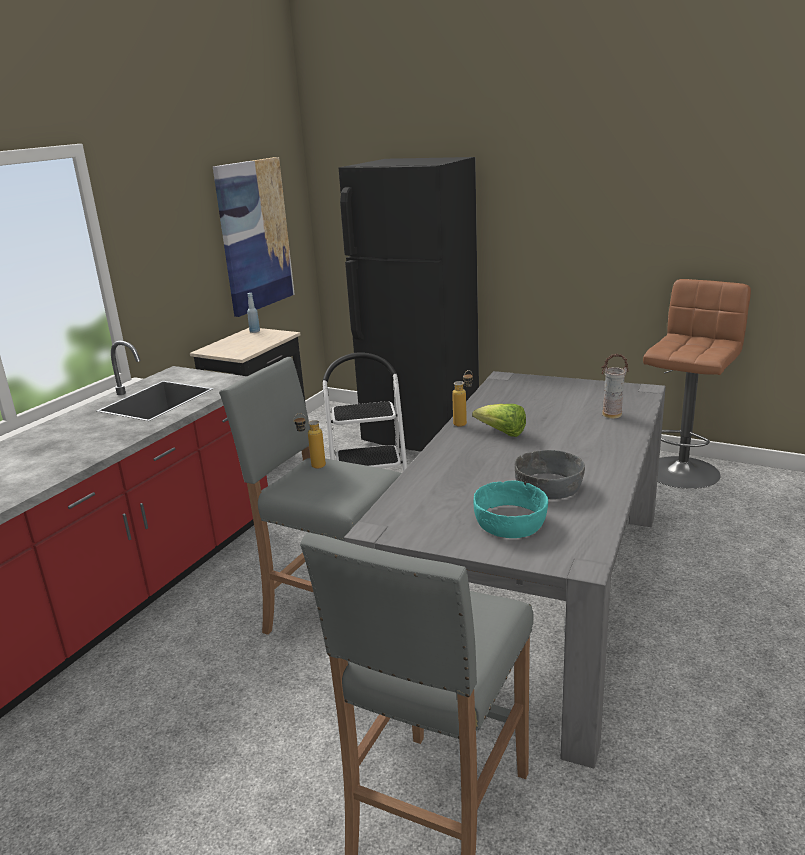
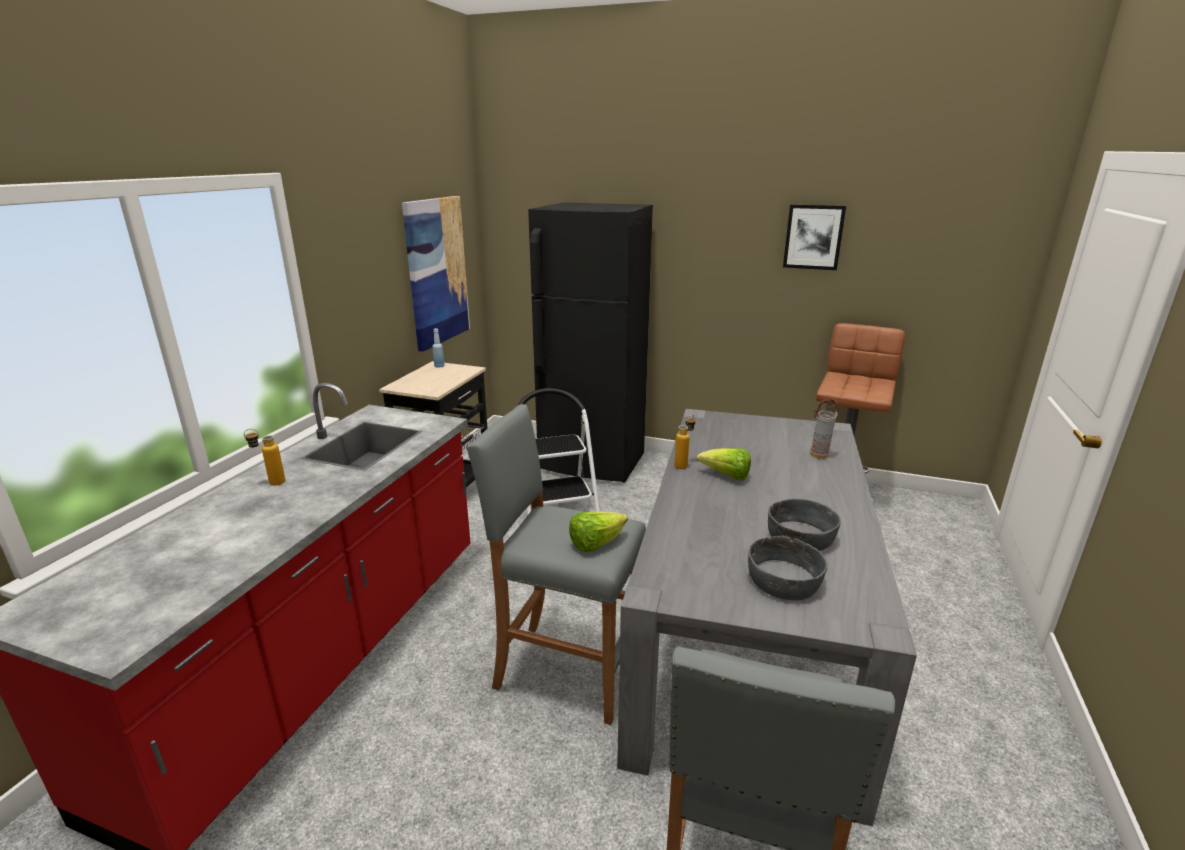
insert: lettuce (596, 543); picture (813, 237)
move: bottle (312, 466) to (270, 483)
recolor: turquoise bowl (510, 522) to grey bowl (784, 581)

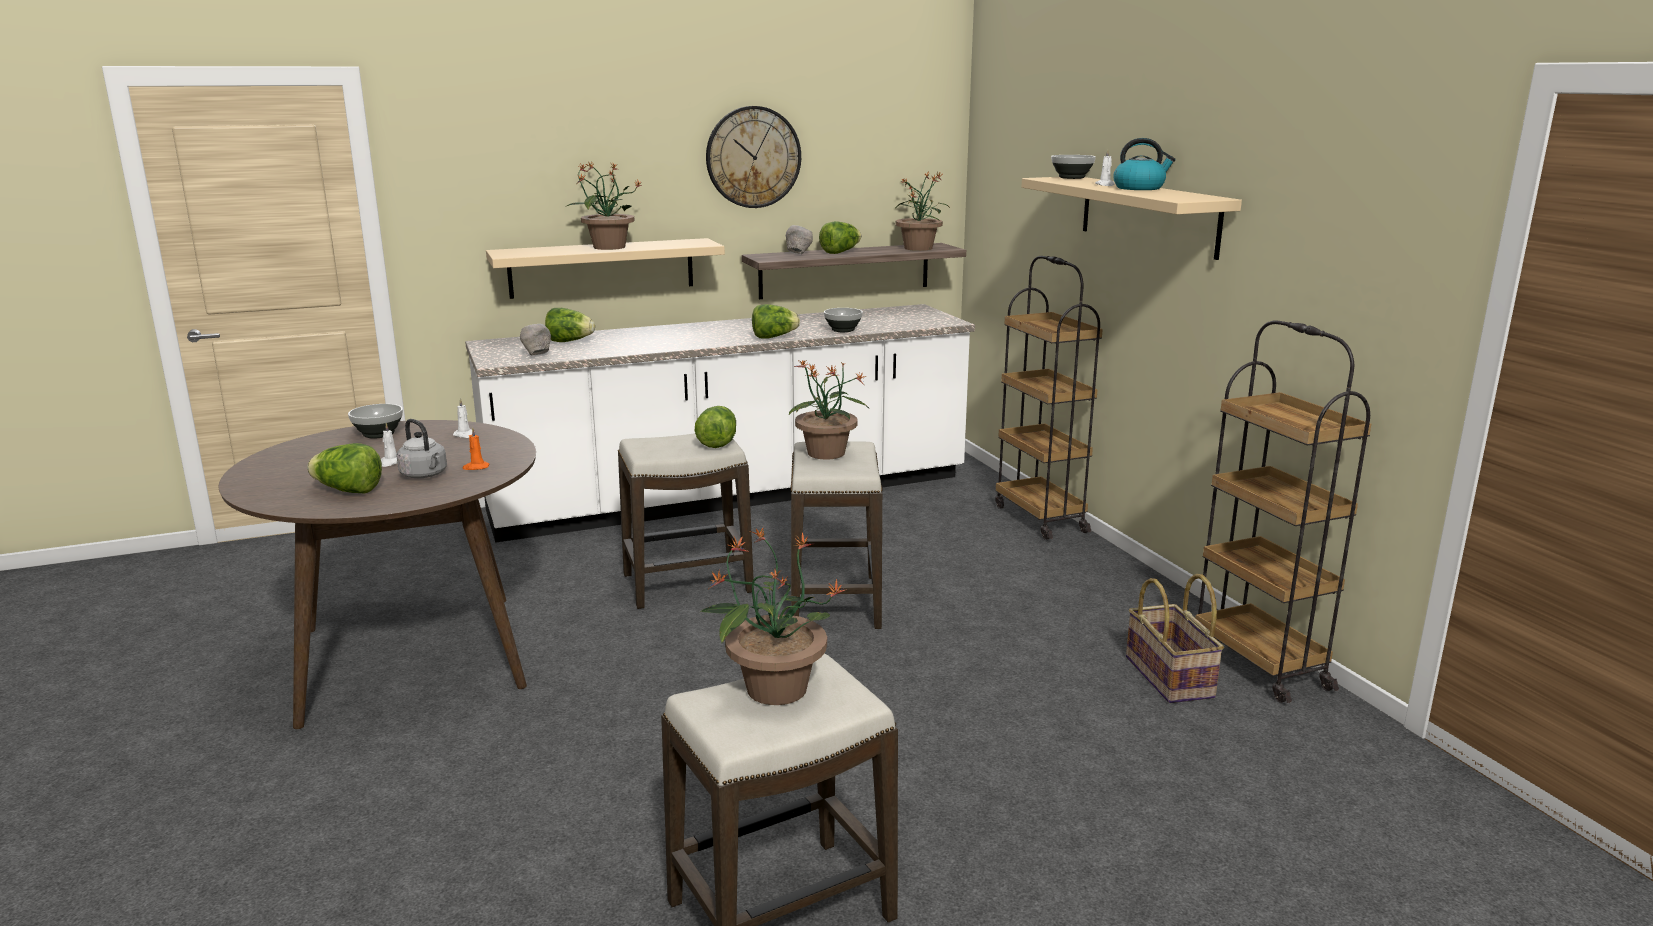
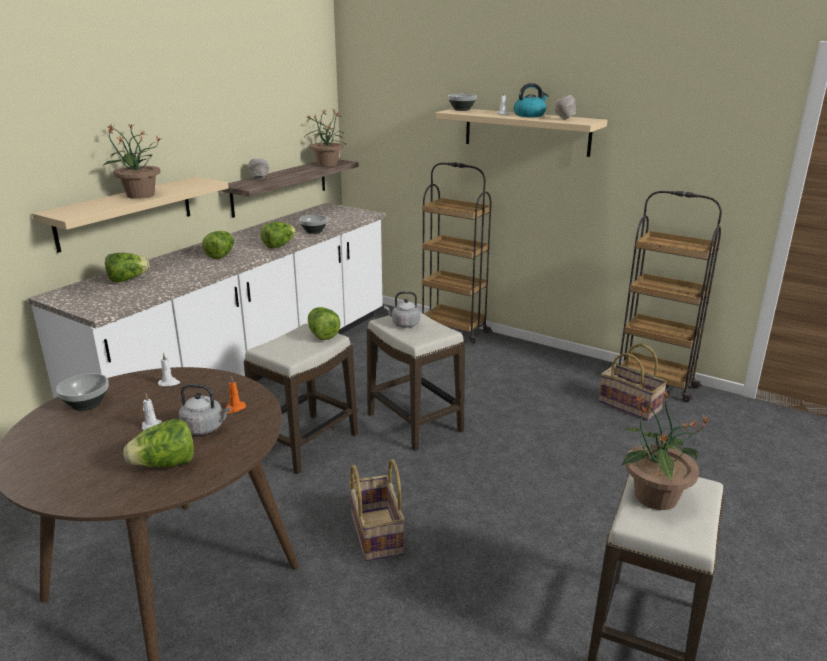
delete: wall clock (753, 157)
insert: basket (375, 534)
move: grey bowl (537, 355) to (564, 119); lettuce (840, 252) to (221, 255)
replace: potted plant (826, 453) to grey kettle (404, 324)

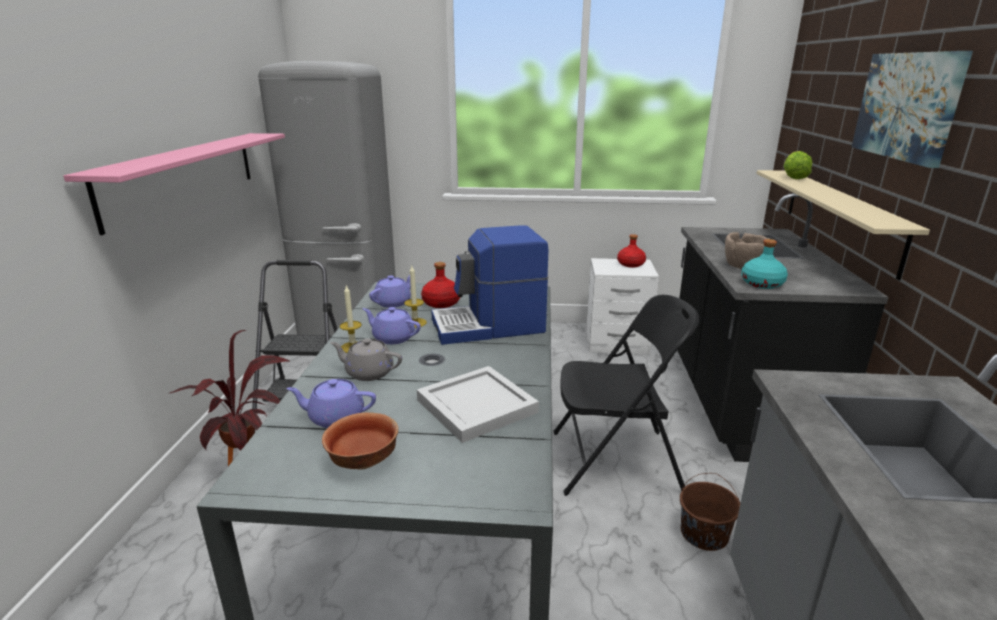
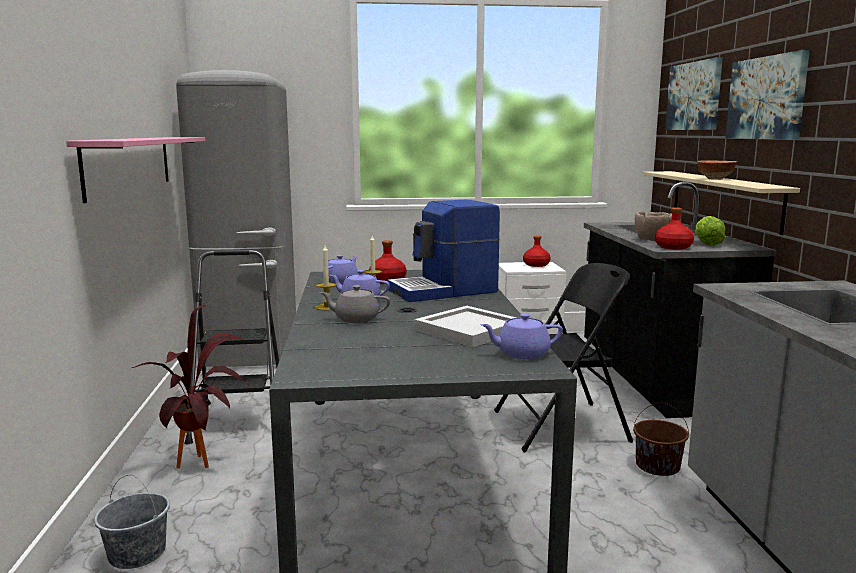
insert: grey bucket (137, 553); picture (694, 96)
move: purple teapot (335, 418) to (521, 354); bowl (364, 462) to (715, 179); lettuce (793, 177) to (707, 244)
recolor: turquoise bottle (762, 284) to red bottle (673, 247)

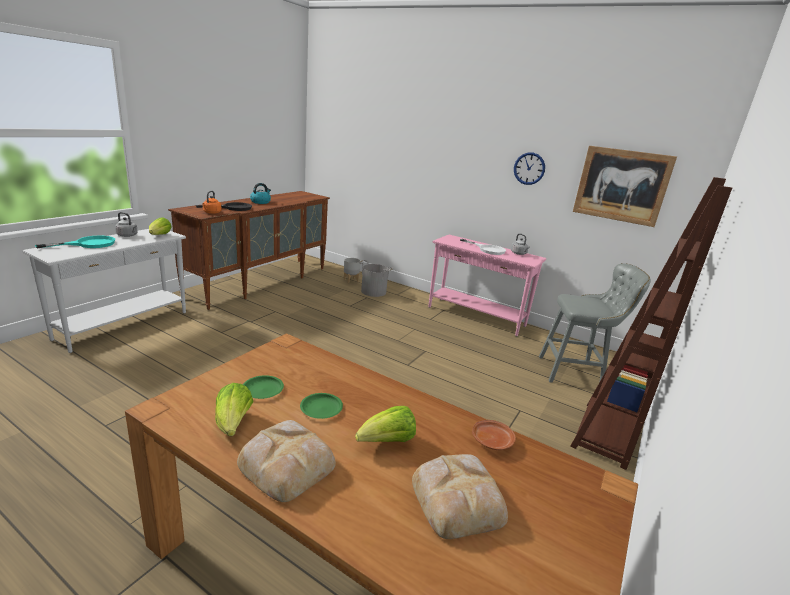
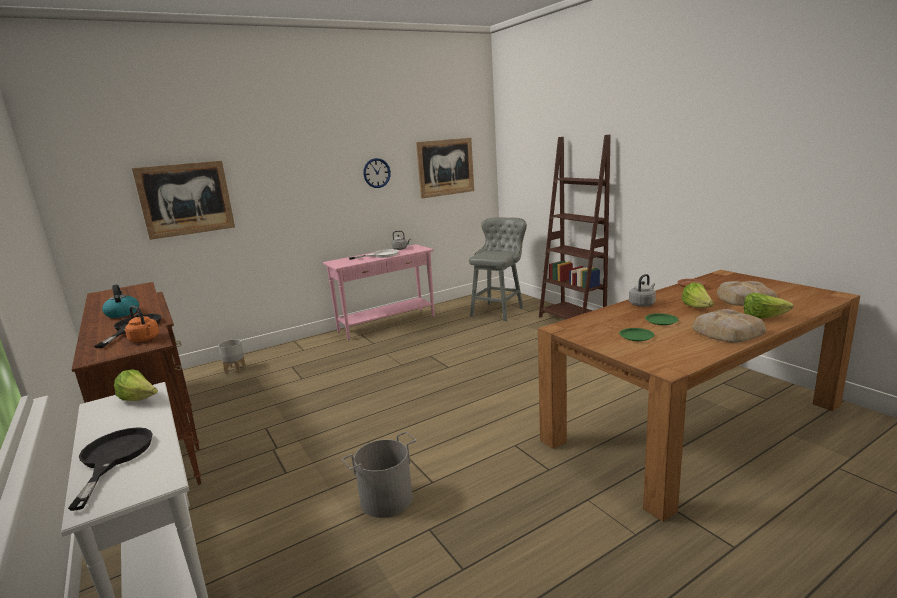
insert: picture (186, 199)
move: grey kettle (128, 235) to (642, 304); lettuce (233, 424) to (763, 318); grey bucket (373, 291) to (386, 498)
recolor: turquoise frying pan (88, 244) to black frying pan (113, 458)

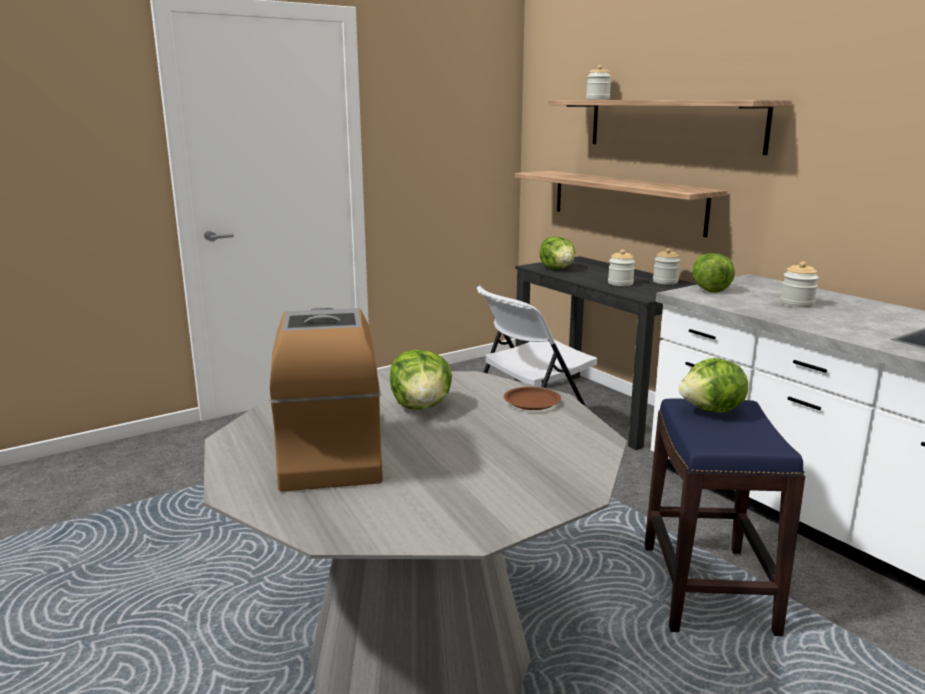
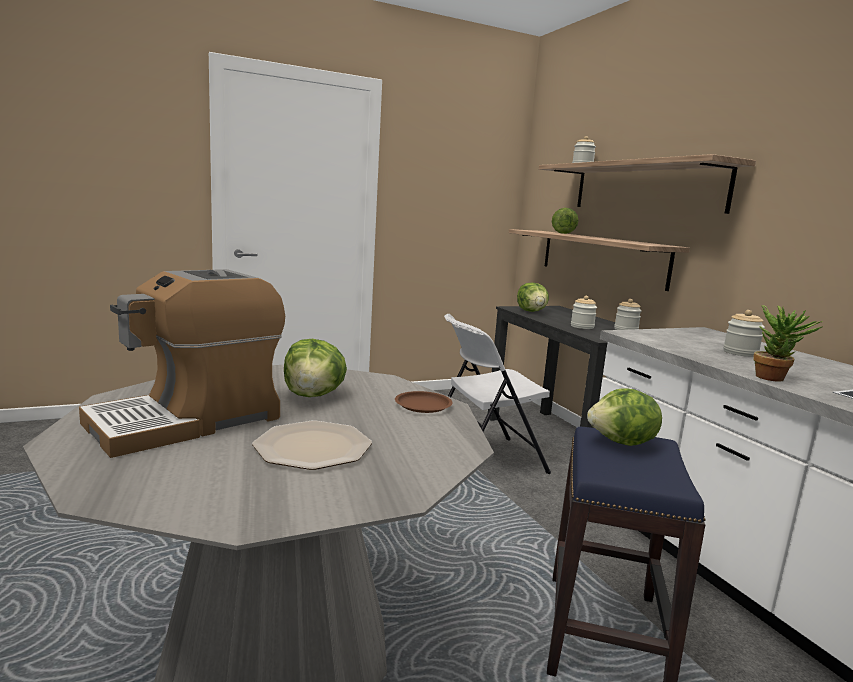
insert: plate (312, 446); potted plant (775, 378)
move: lettuce (708, 289) to (562, 233)
rotate: coffee machine (330, 452) = (189, 420) 135 degrees counterclockwise

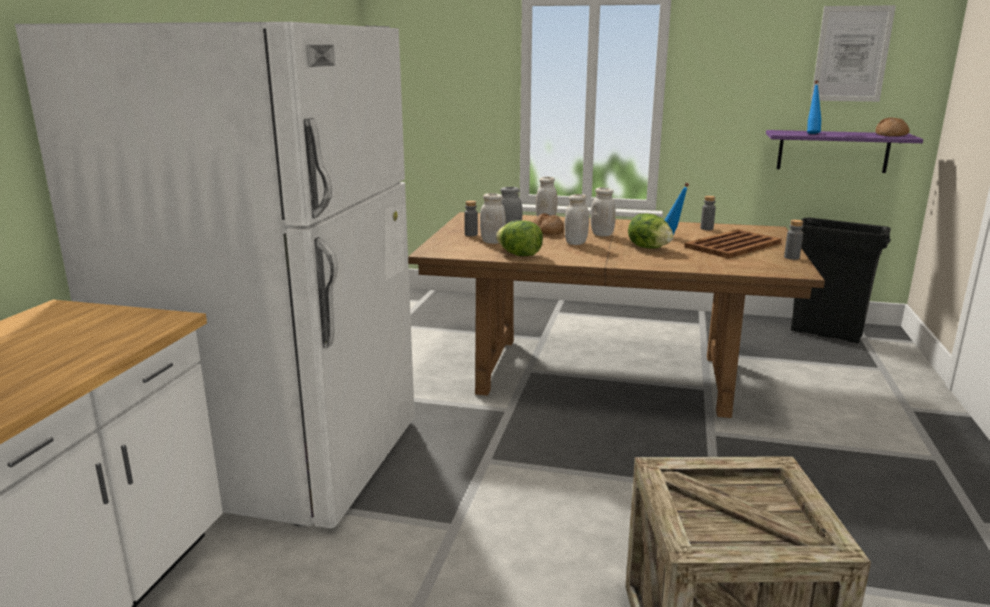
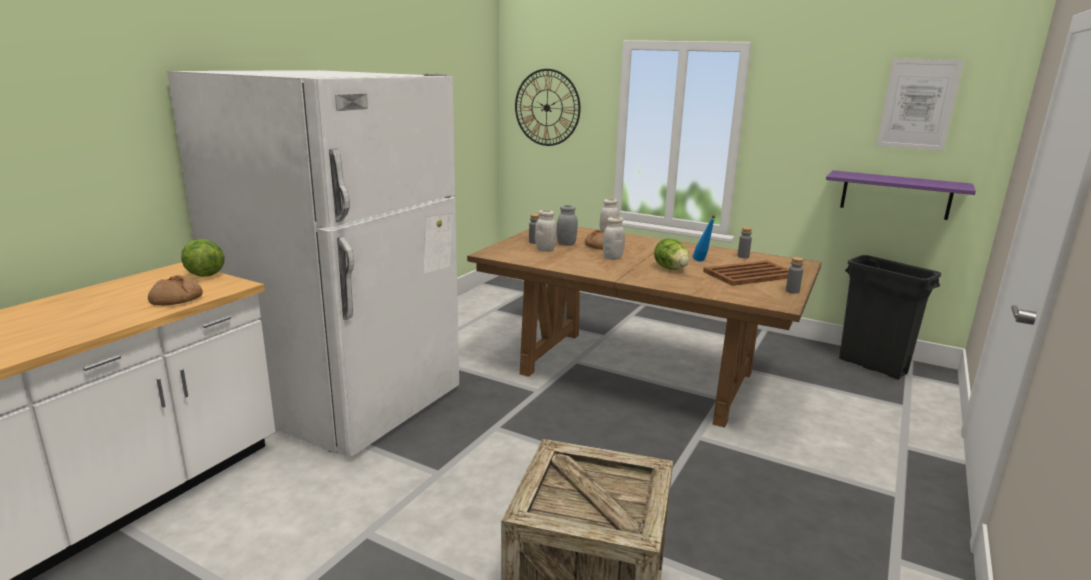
delete: white jar (602, 234); blue bottle (811, 133)
insert: wall clock (547, 107)
move: lettuce (519, 255) to (204, 274); bread (891, 135) to (176, 300)

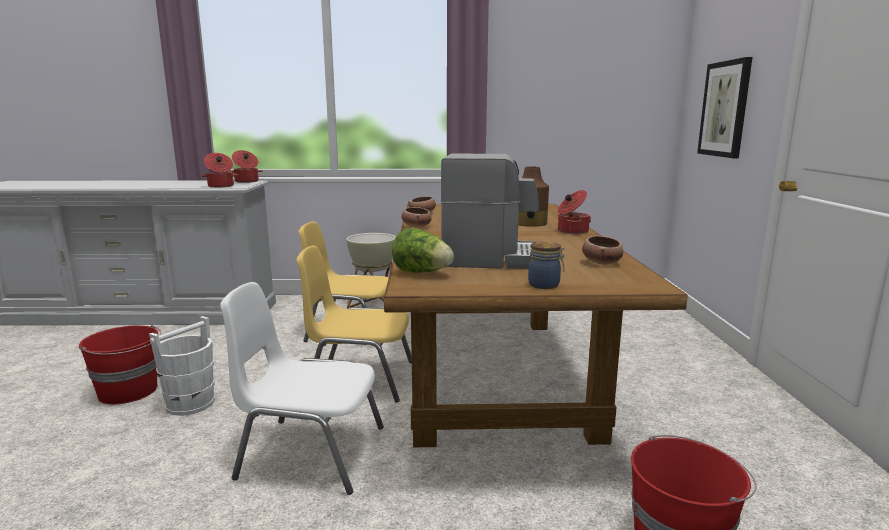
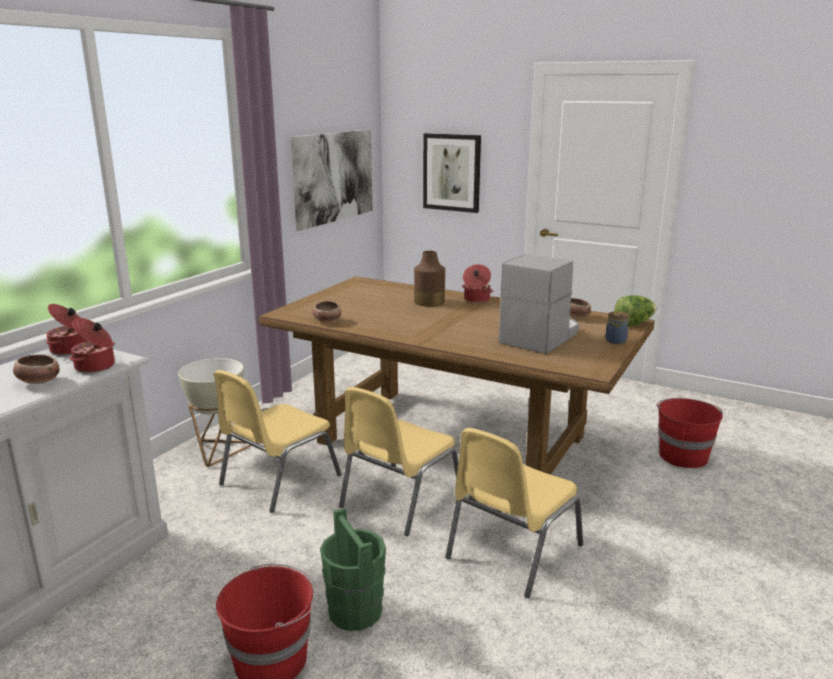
insert: picture (334, 177)
move: lettuce (422, 273) to (634, 323); bowl (416, 227) to (38, 381)
recolor: white bucket (191, 403) to green bucket (355, 610); white chair (310, 452) to yellow chair (511, 552)

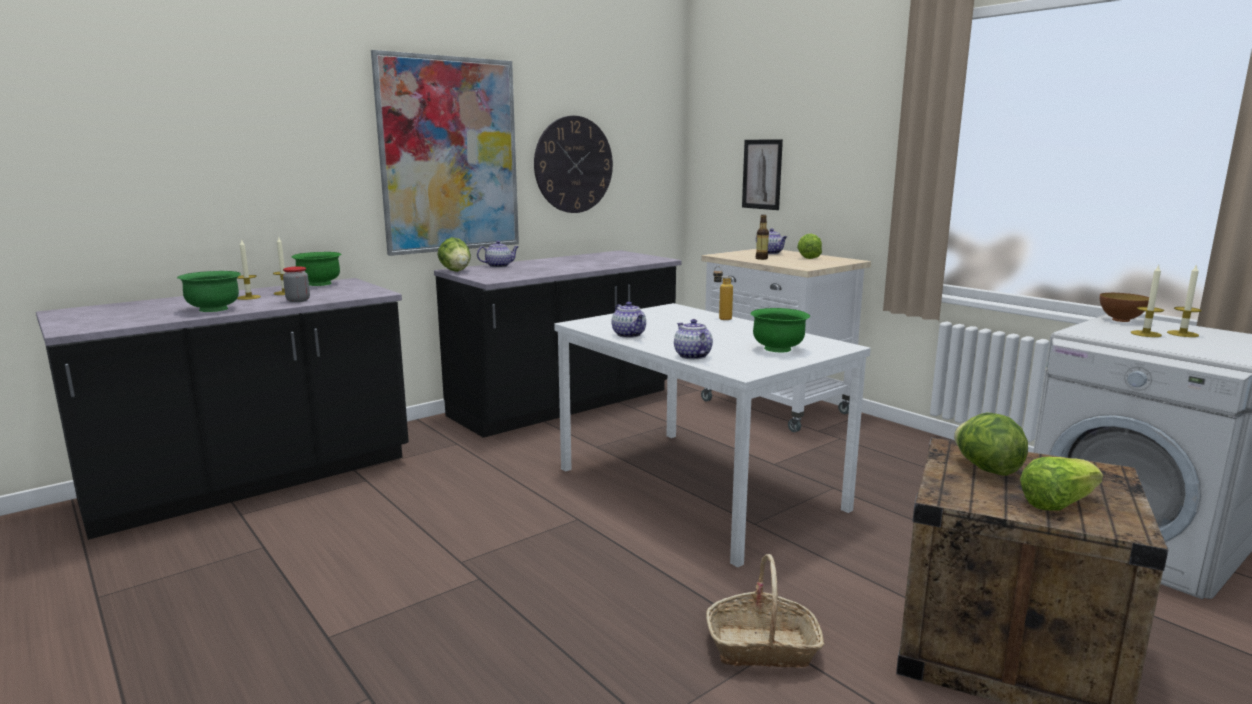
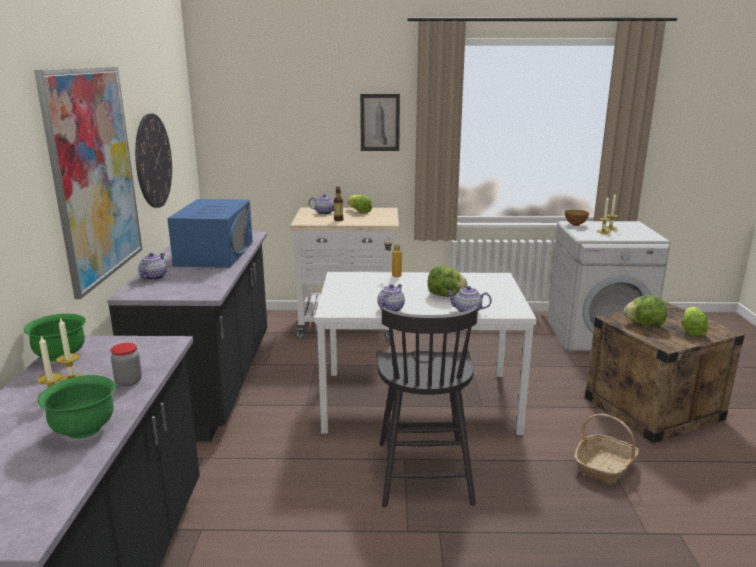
delete: green bowl (778, 349)
insert: blue microwave (215, 253); black chair (423, 469)
move: lettuce (456, 271) to (445, 295); picture (762, 174) to (380, 122)
rotate: teapot (629, 335) = (391, 309) 75 degrees counterclockwise

